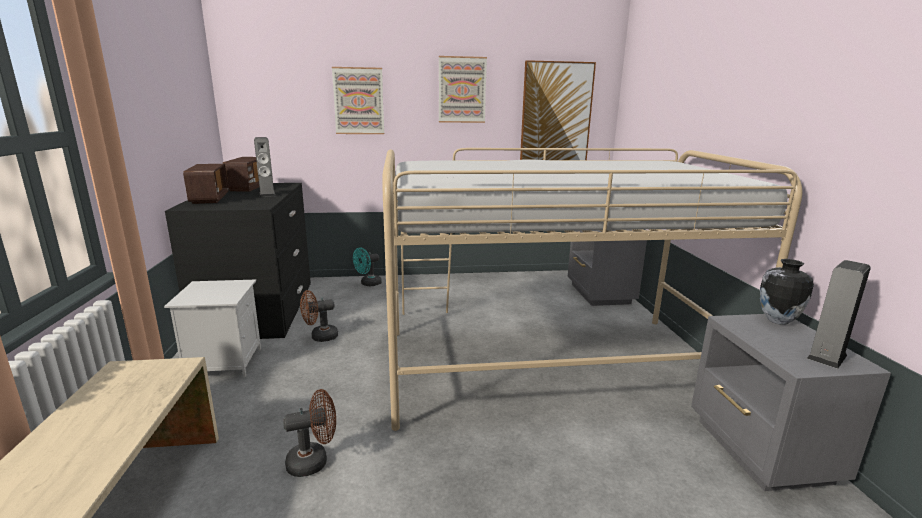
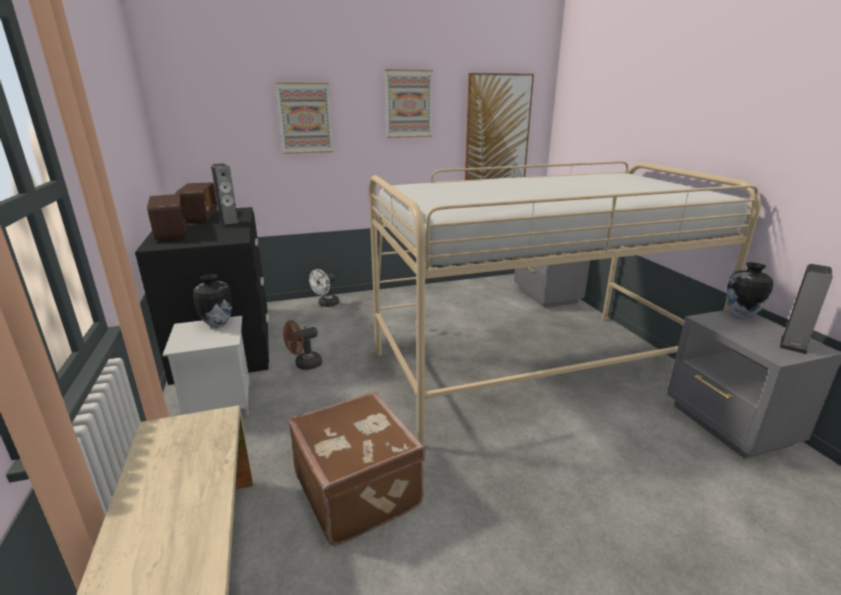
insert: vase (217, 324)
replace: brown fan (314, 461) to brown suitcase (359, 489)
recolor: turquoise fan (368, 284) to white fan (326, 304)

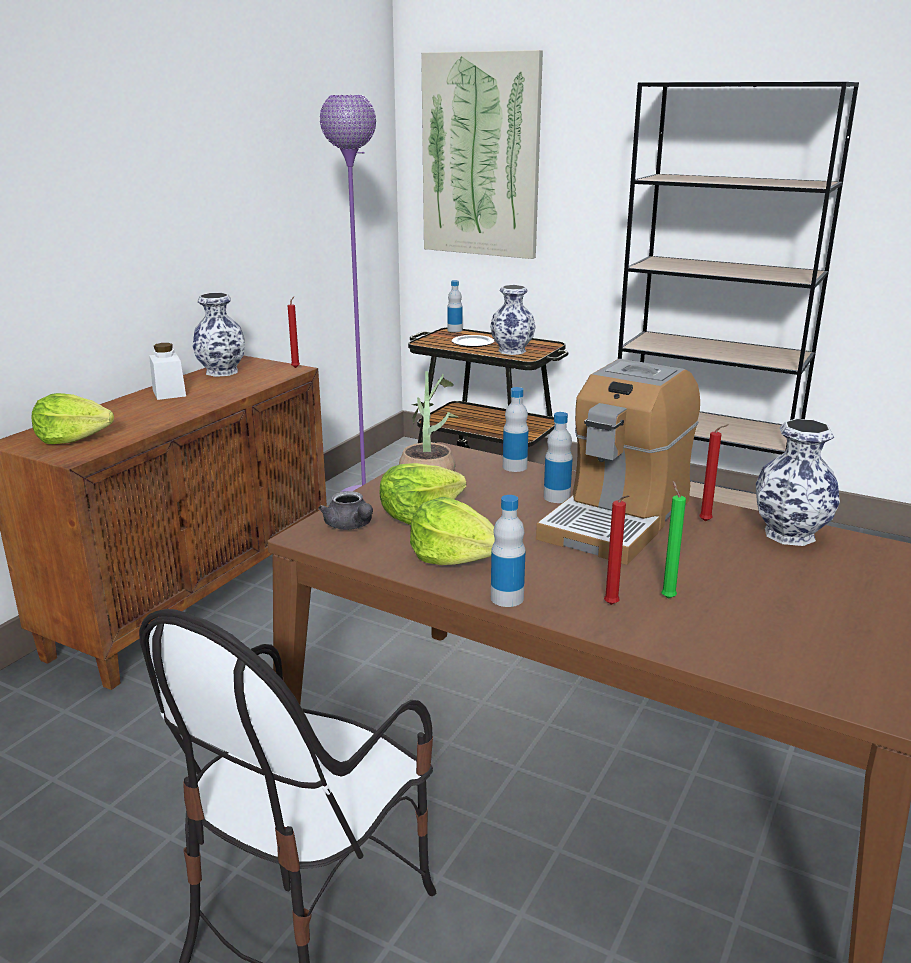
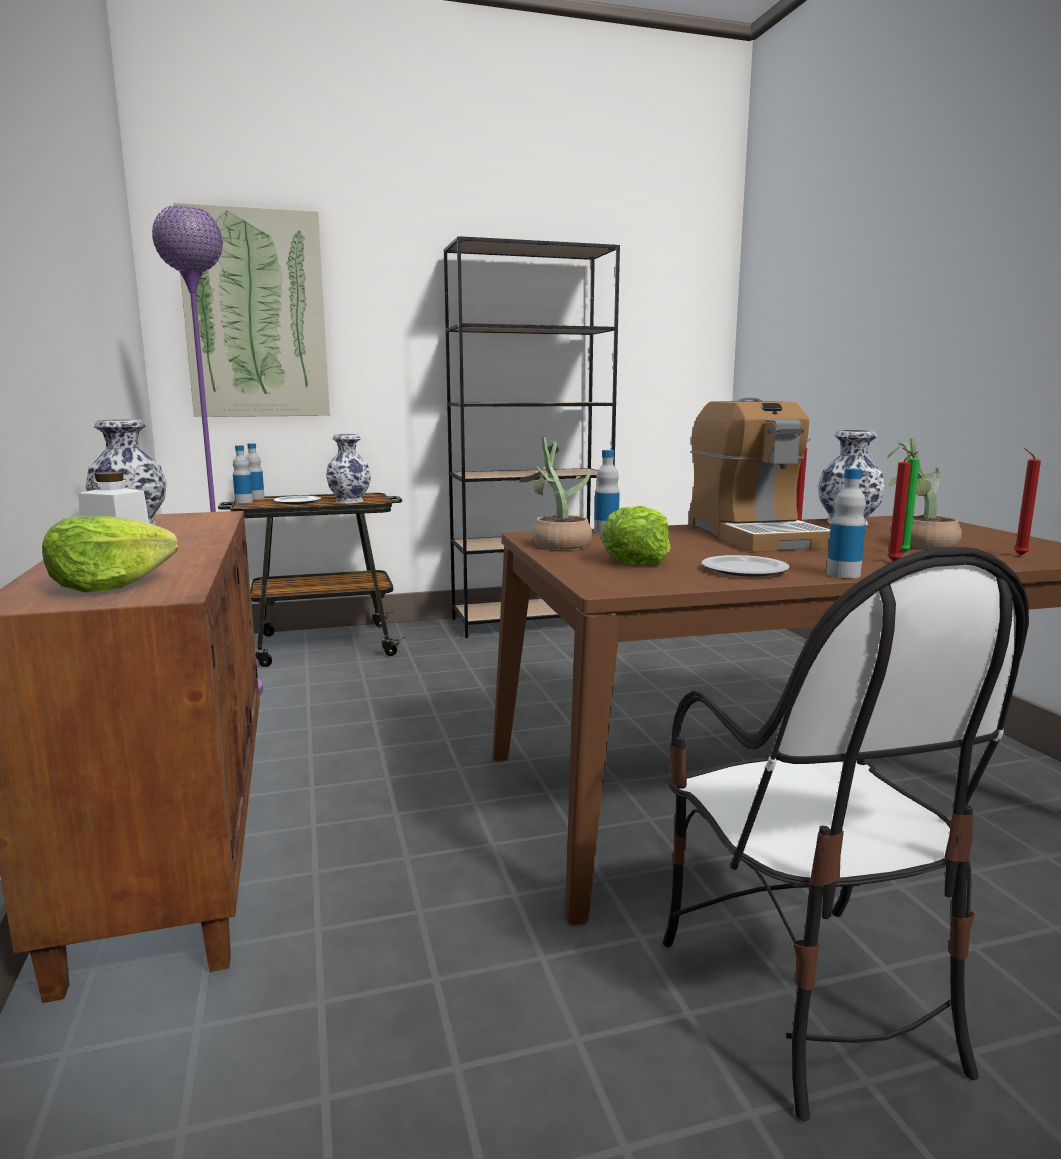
delete: grey teapot (350, 526)
insert: potted plant (917, 544)
move: red candle (296, 367) to (1018, 555); bottle (556, 497) to (244, 501)
replace: lettuce (453, 557) to plate (743, 569)

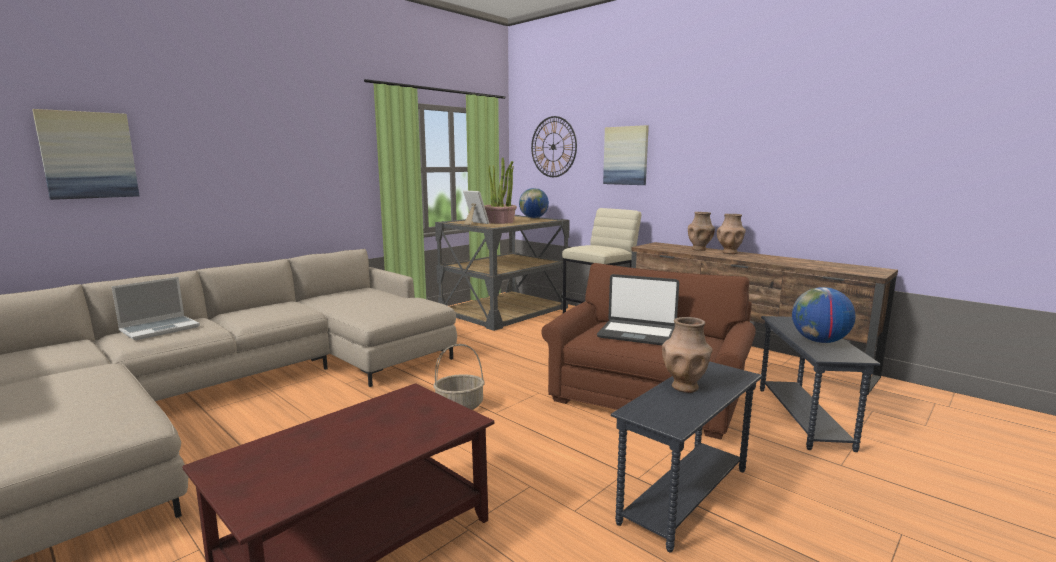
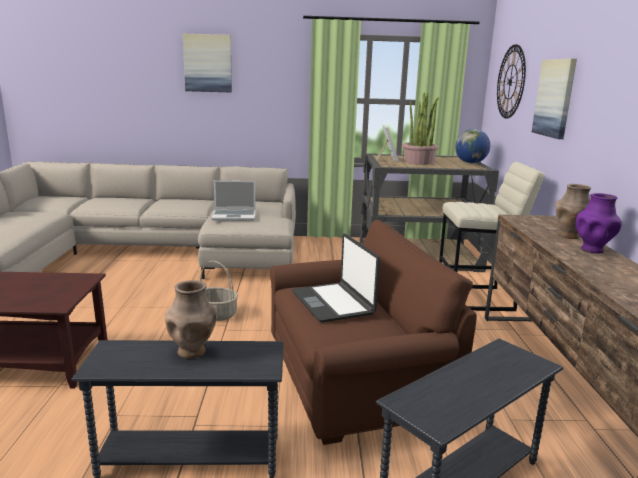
delete: globe (819, 341)
move: picture (88, 155) to (208, 63); laptop (160, 329) to (235, 216)
recolor: brown vase (729, 252) to purple vase (592, 250)

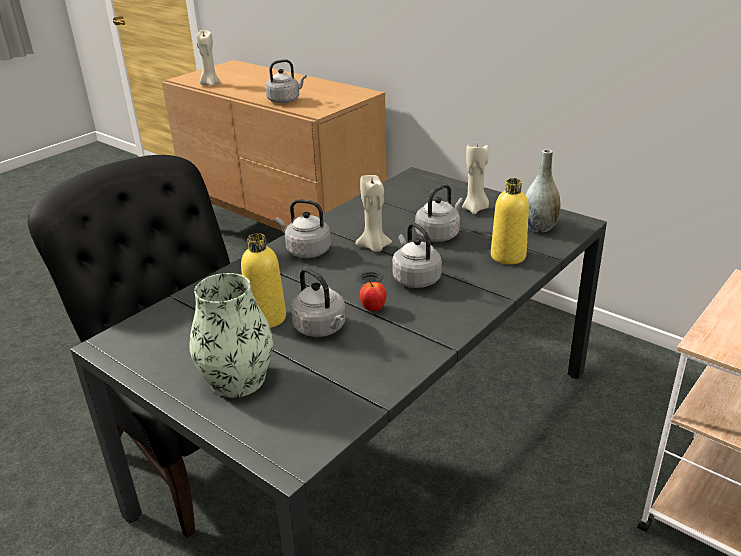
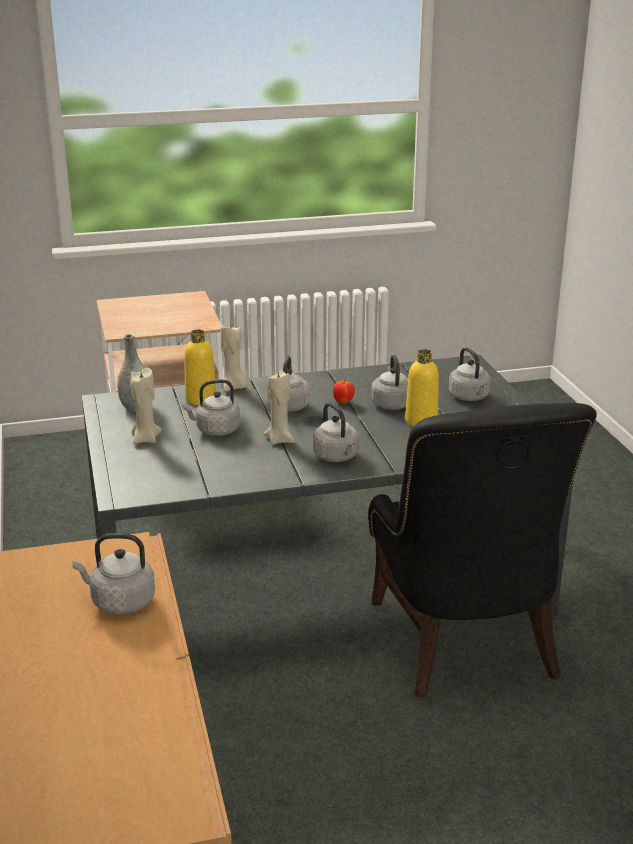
move: beige candle (210, 84) to (233, 387)
replace: vase (237, 379) to grey kettle (470, 397)

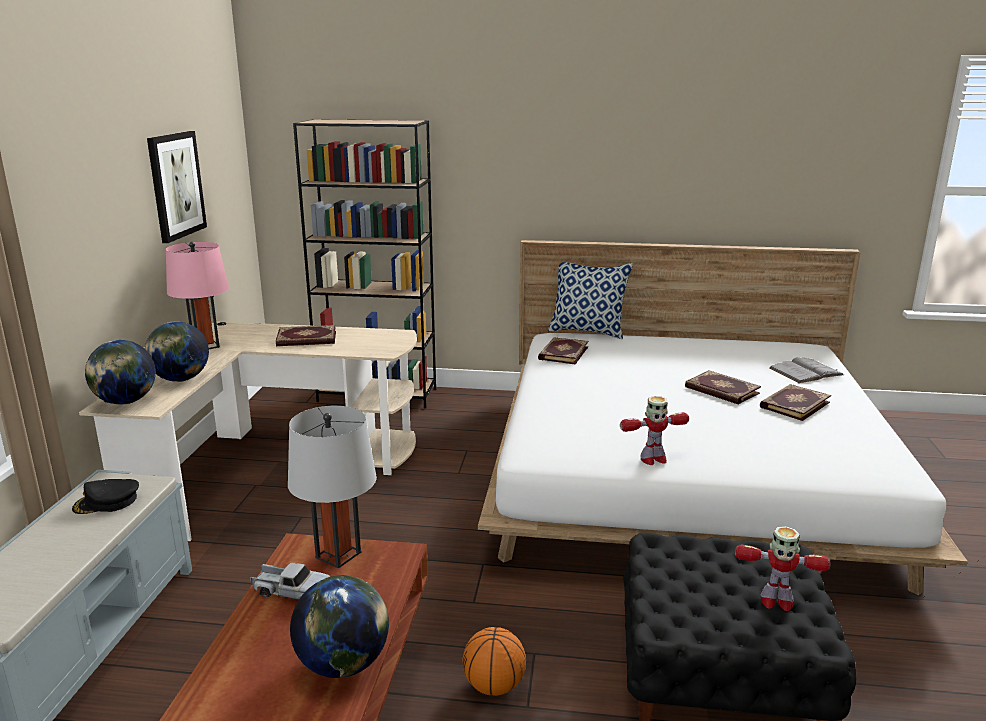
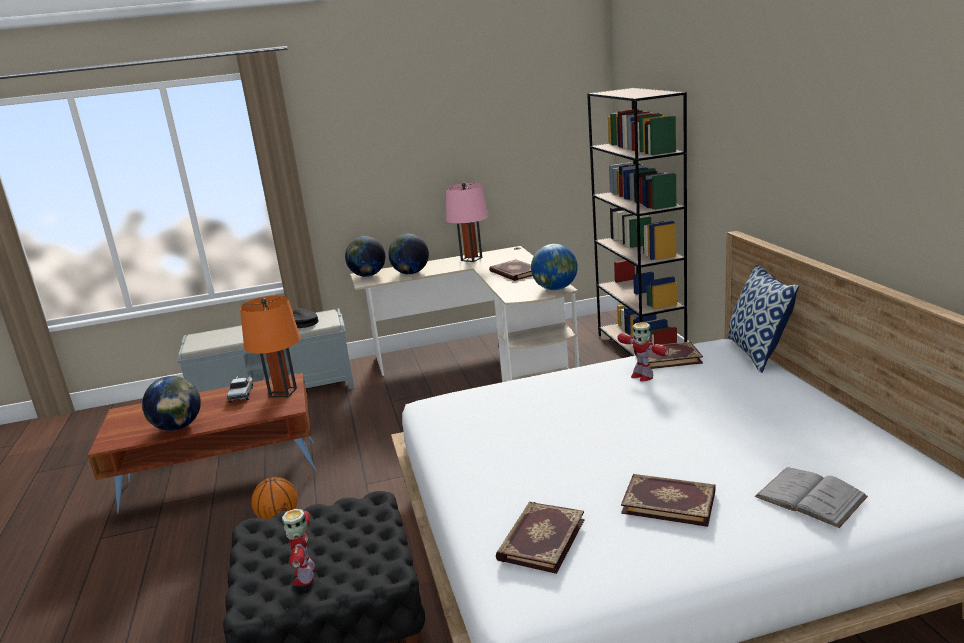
delete: picture (176, 185)
insert: globe (555, 289)
move: toy robot (652, 459) to (641, 376); book (721, 390) to (540, 539)
recolor: grey table lamp (338, 555) to orange table lamp (283, 392)

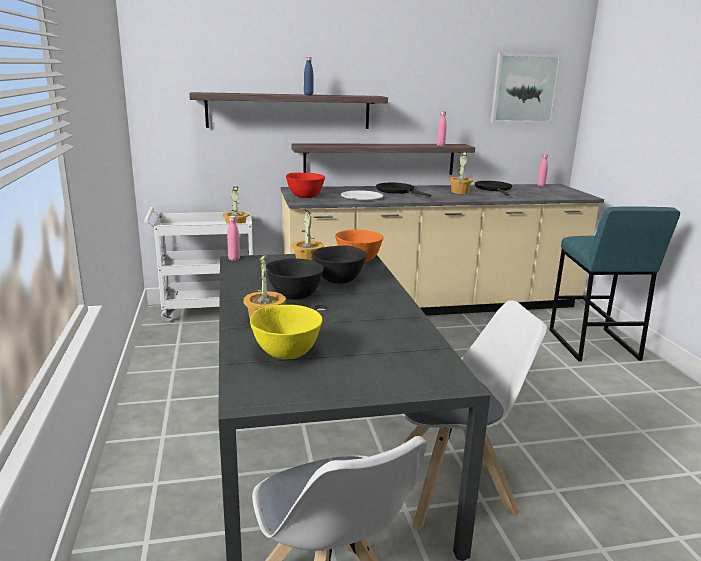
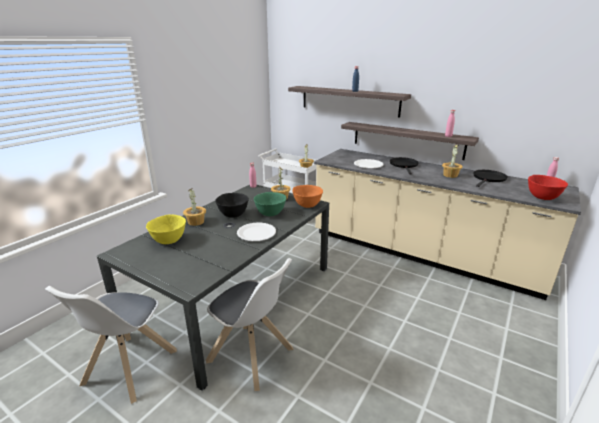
delete: picture (524, 88); turquoise stool (594, 345)
insert: white plate (256, 233)
move: red bowl (305, 196) to (542, 197)
recolor: black bowl (339, 280) to green bowl (270, 213)

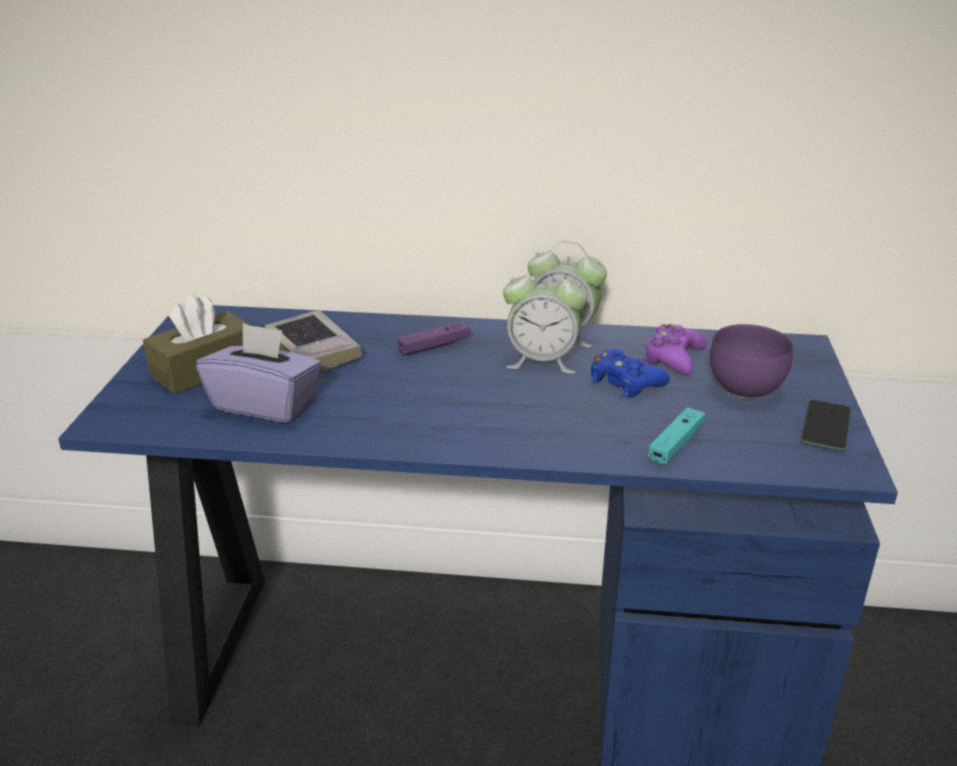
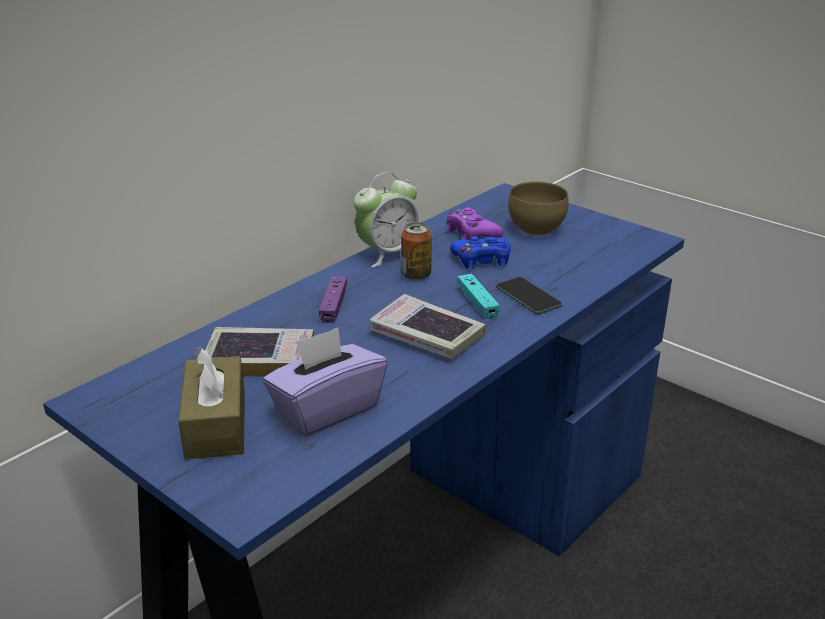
insert: book (426, 335)
move: turquoise game controller (676, 444) to (477, 302); phone (825, 426) to (528, 296)
replace: alarm clock (542, 361) to can (416, 275)
recolor: purple bowl (748, 387) to brown bowl (536, 228)

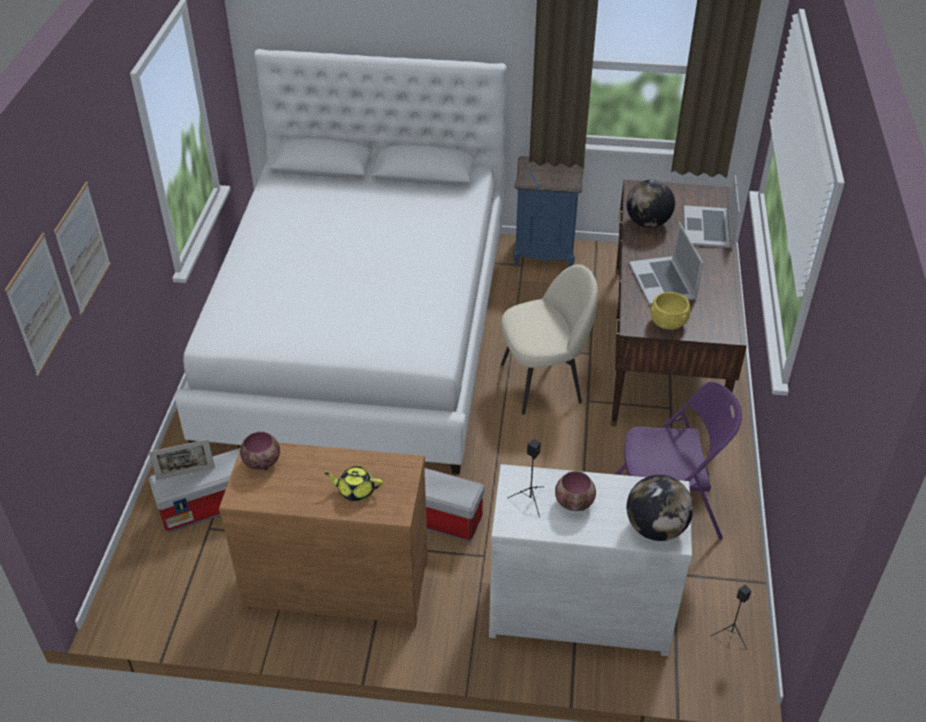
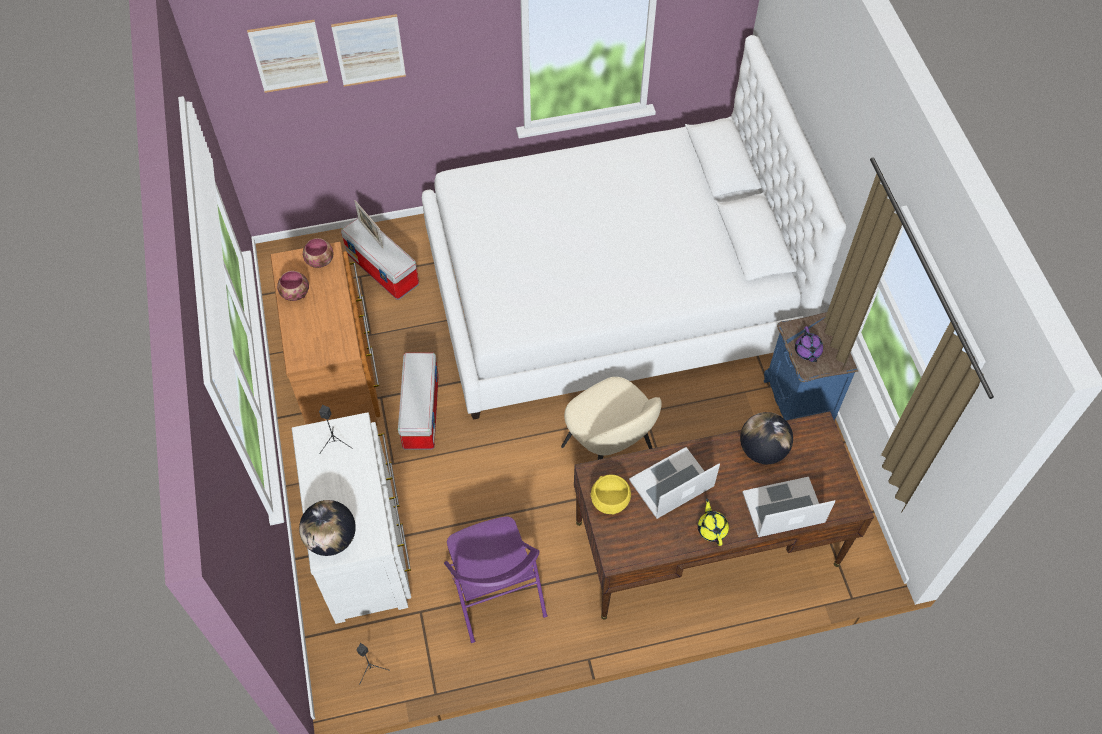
insert: purple teapot (807, 351)
move: yellow teapot (355, 490) to (712, 528); bowl (575, 503) to (295, 294)

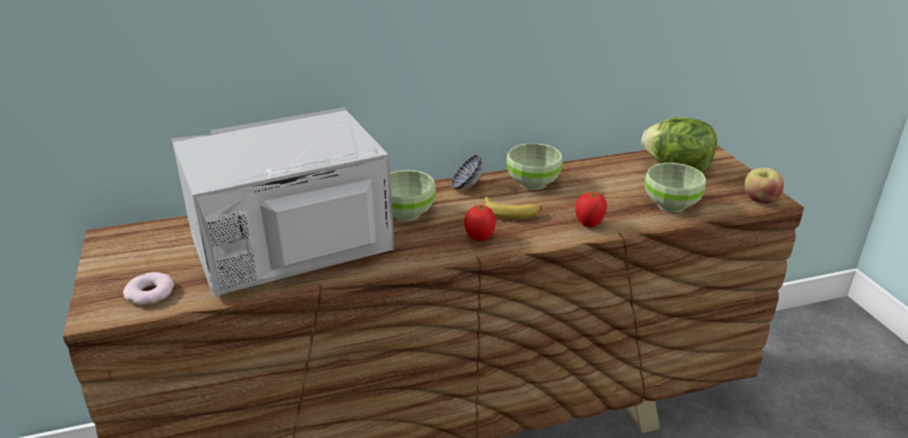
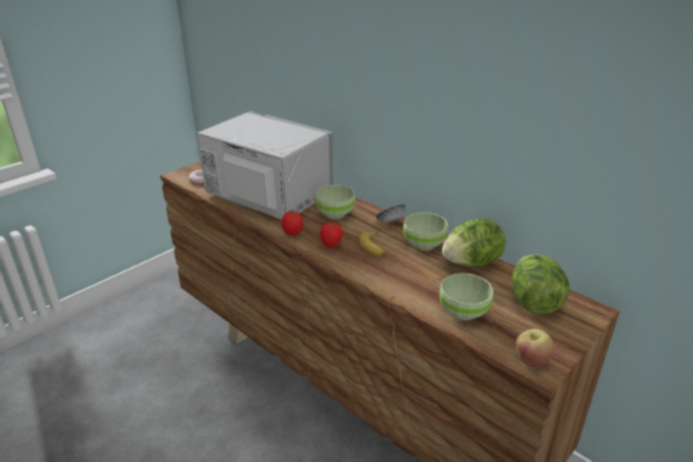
insert: lettuce (471, 263)
move: tomato (589, 224) to (292, 234)

